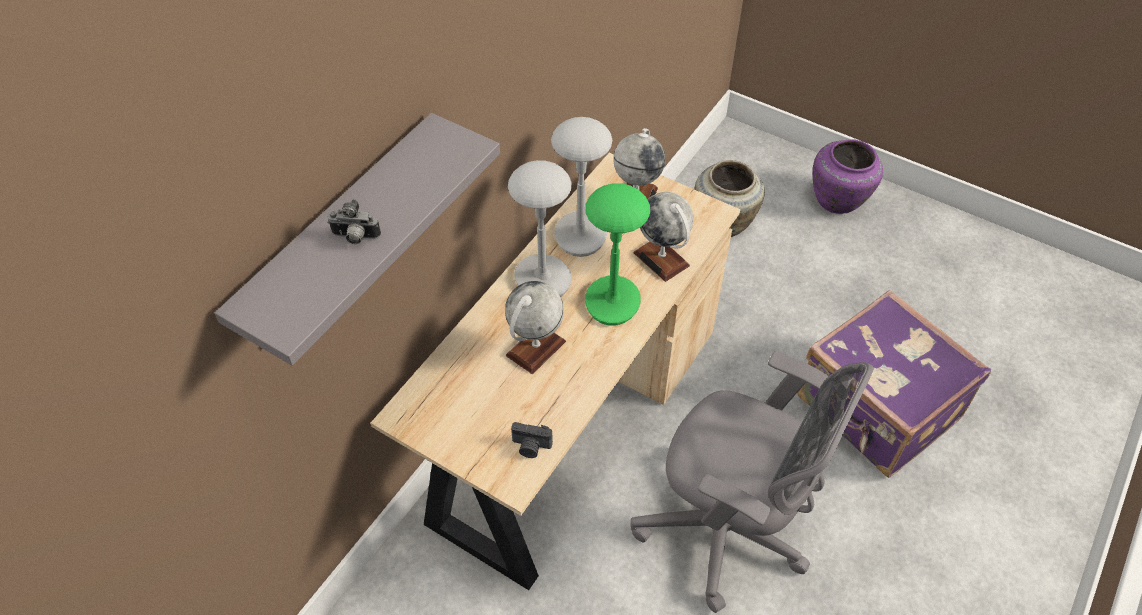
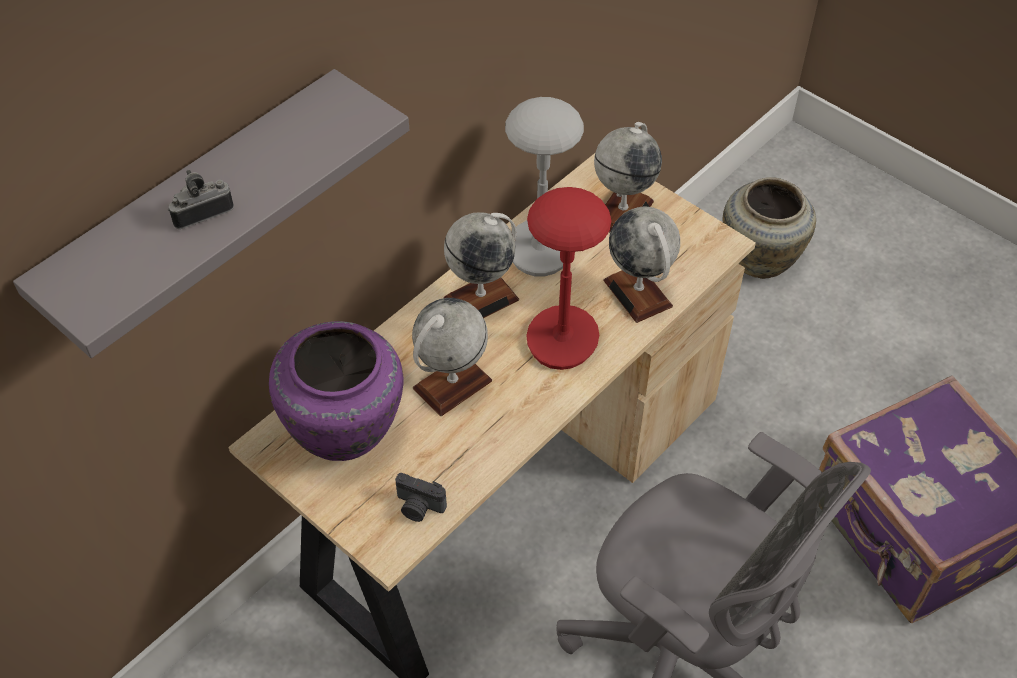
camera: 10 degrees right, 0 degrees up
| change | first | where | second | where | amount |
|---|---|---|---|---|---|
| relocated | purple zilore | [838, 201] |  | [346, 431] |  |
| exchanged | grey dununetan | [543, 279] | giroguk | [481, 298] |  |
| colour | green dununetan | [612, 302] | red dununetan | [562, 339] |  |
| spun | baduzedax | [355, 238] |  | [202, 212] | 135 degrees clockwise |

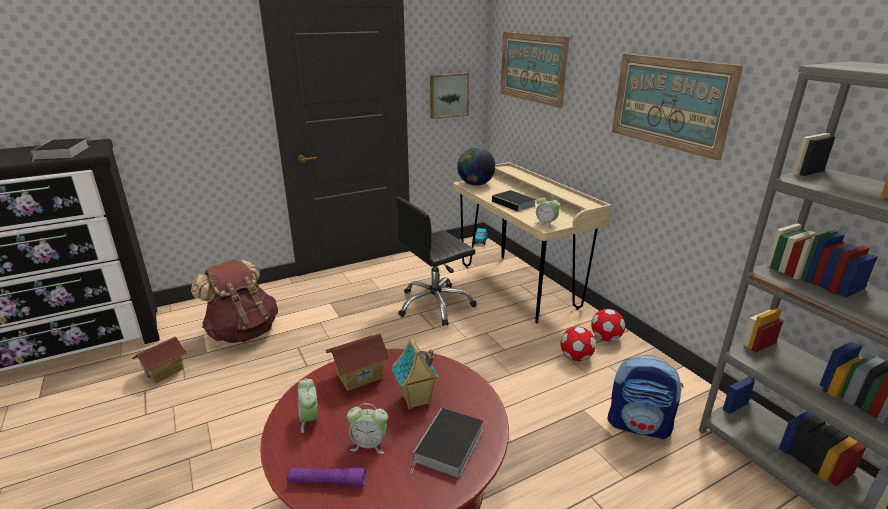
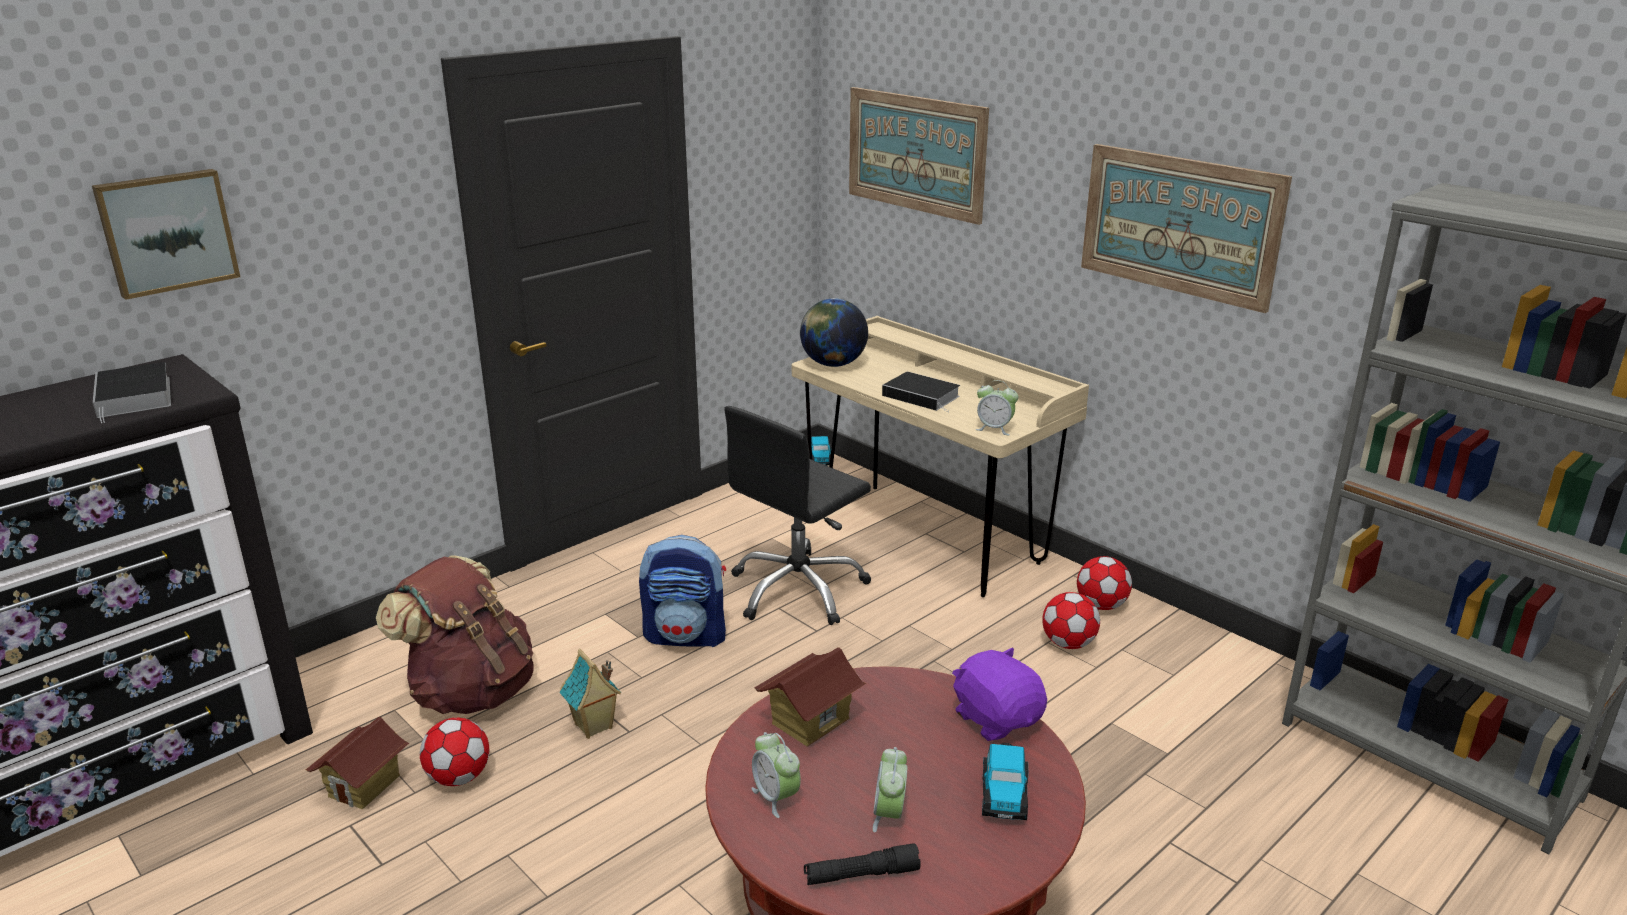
camera: 15 degrees left, 0 degrees up
| change | first | where | second | where | amount |
|---|---|---|---|---|---|
| relocated | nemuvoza | [448, 95] |  | [167, 232] |  |
| relocated | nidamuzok | [415, 400] |  | [594, 727] |  |
| relocated | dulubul | [639, 425] |  | [686, 636] |  |
| spun | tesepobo | [369, 444] |  | [889, 814] | 105 degrees clockwise |
| exchanged | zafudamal | [449, 447] | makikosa | [1004, 796] |  |
| colour | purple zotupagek | [327, 482] | black zotupagek | [861, 875] |  |
| appeared |  |  | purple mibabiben | [997, 719] |  |
| appeared |  |  | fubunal | [459, 777] |  |

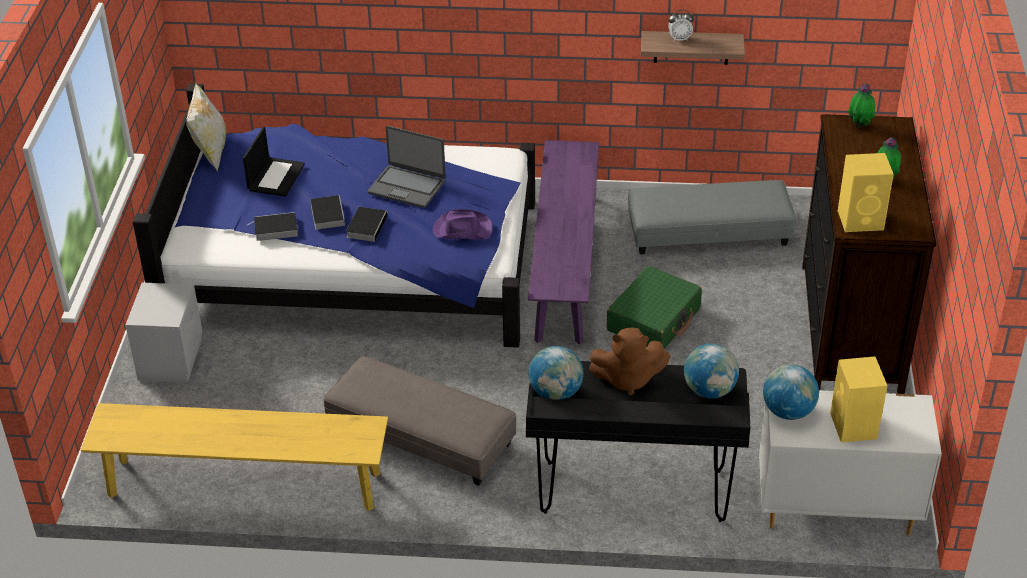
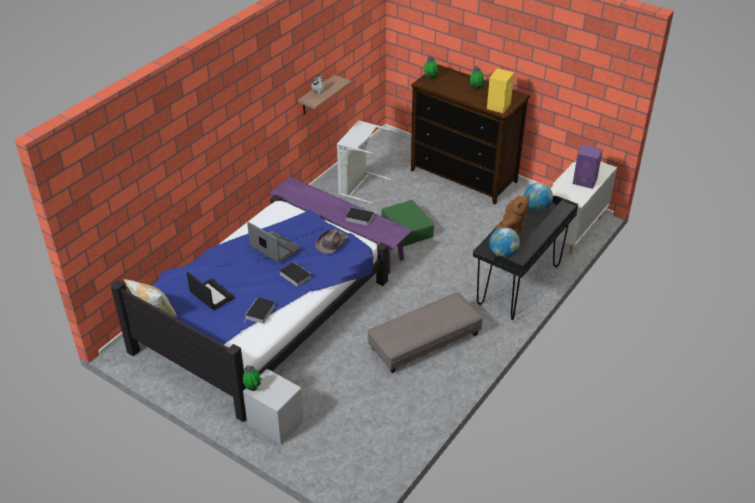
camera: 60 degrees left, 0 degrees up
| change | first | where | second | where | amount |
|---|---|---|---|---|---|
| spun | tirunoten | [407, 187] |  | [275, 248] | 105 degrees counterclockwise |
| exchanged | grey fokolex | [709, 232] | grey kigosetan | [360, 185] |  |
| relocated | zafudamal | [327, 214] |  | [358, 218] |  |
| colour | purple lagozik | [462, 229] | brown lagozik | [331, 243] |  |
| colour | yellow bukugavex | [853, 427] | purple bukugavex | [585, 181] |  |
| missing | giroguk | [788, 411] |  |  |  |
| missing | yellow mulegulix | [244, 484] |  |  |  |
| appeared |  |  | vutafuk | [252, 388] |  |

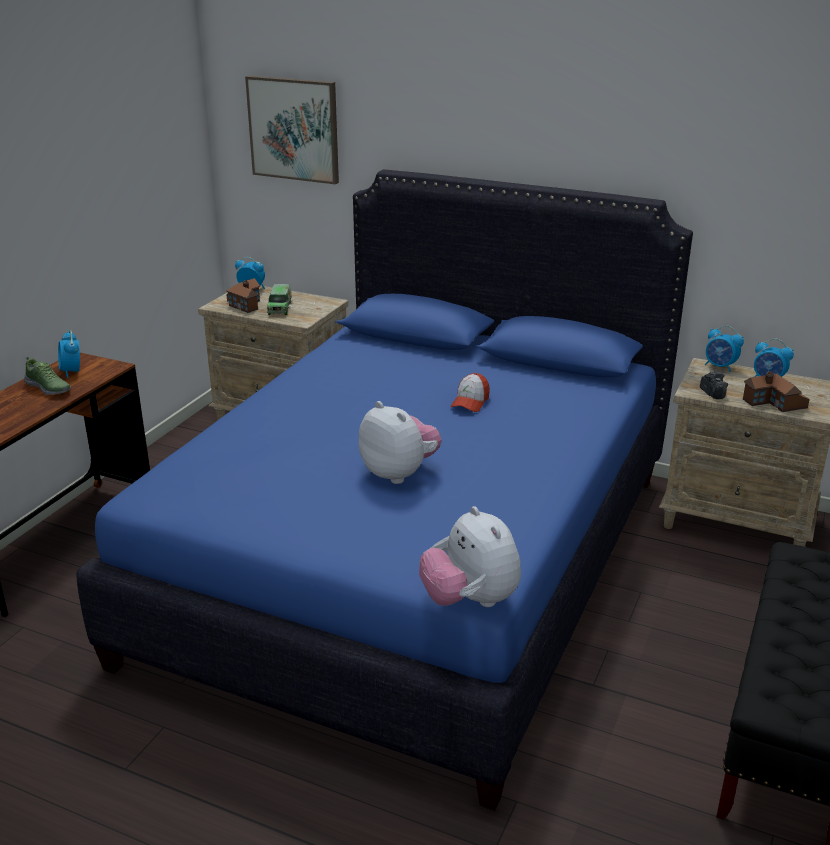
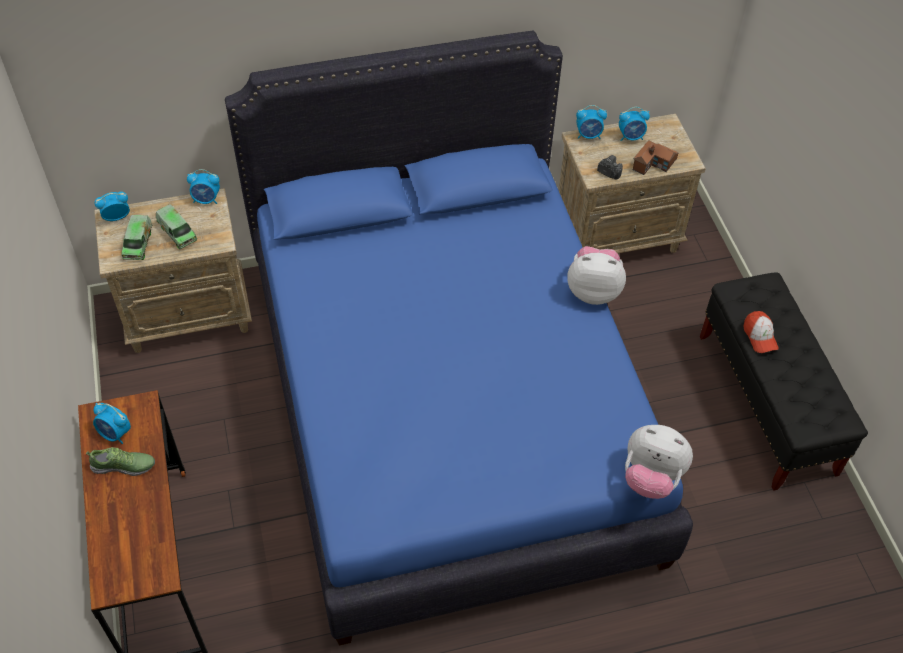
camera: 40 degrees left, 25 degrees up
| change | first | where | second | where | amount |
|---|---|---|---|---|---|
| missing | nemuvoza | [294, 129] |  |  |  |
| exchanged | nidamuzok | [245, 304] | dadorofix | [138, 244] |  |
| relocated | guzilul | [470, 402] |  | [759, 336] |  |
| relocated | mibabiben | [399, 473] |  | [593, 290] |  |
| appeared |  |  | tesepobo | [206, 200] |  |

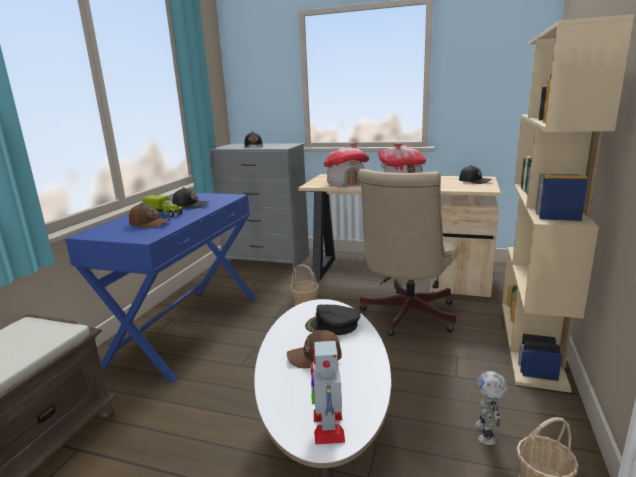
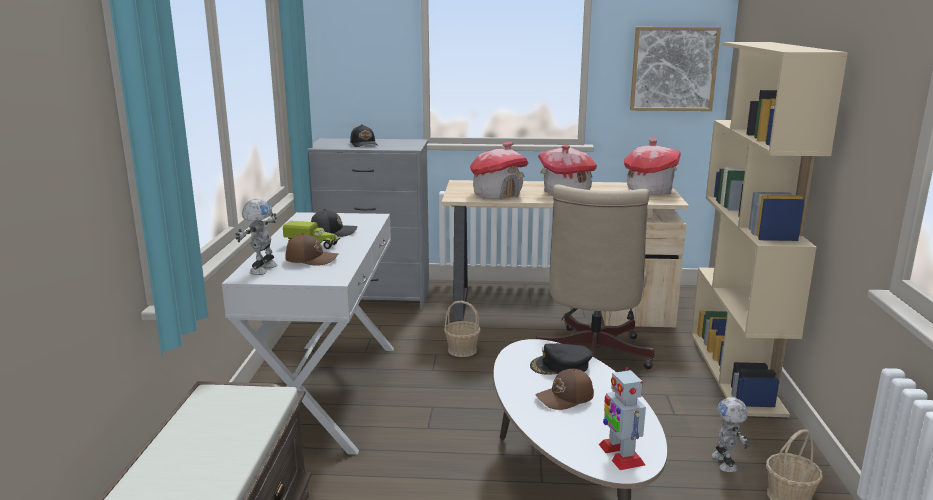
camera: 15 degrees left, 0 degrees up
| change | first | where | second | where | amount |
|---|---|---|---|---|---|
| exchanged | black guzilul | [474, 181] | nidamuzok | [650, 190] |  |
| colour | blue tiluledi | [187, 328] | white tiluledi | [327, 392] |  |
| appeared |  |  | nemuvoza | [673, 69] |  |
| appeared |  |  | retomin | [262, 269] |  |

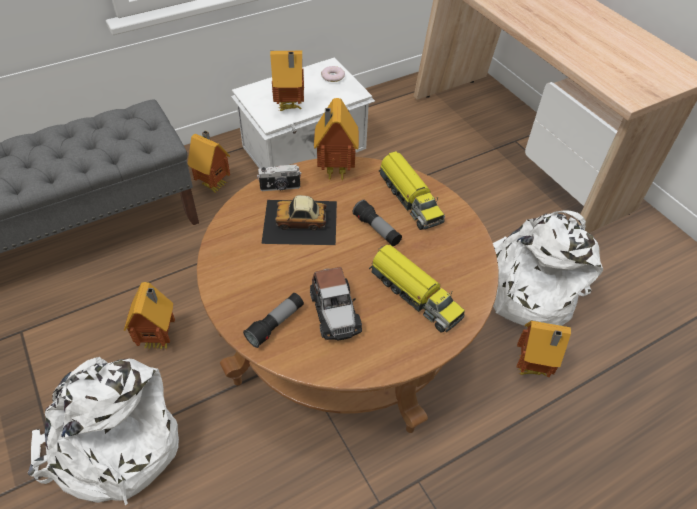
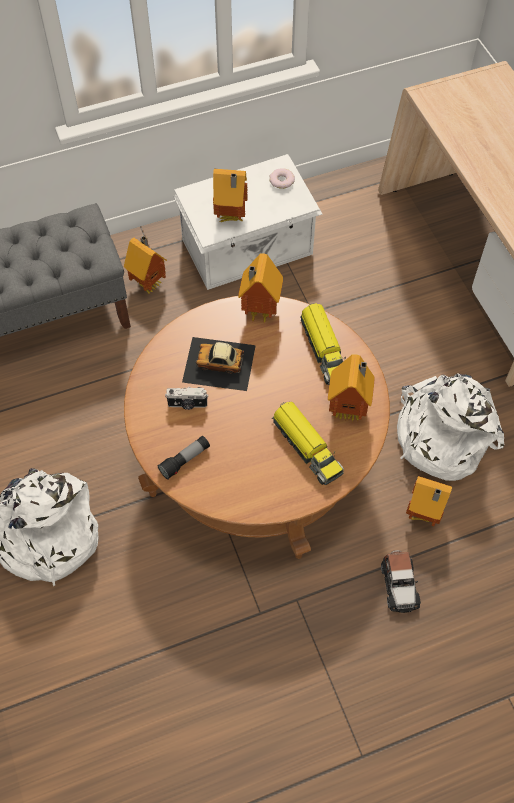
camera: 10 degrees right, 10 degrees up
| change | first | where | second | where | amount |
|---|---|---|---|---|---|
| relocated | baduzedax | [280, 187] |  | [187, 404] |  |
| missing | zotupagek | [377, 230] |  |  |  |
| relocated | makikosa | [335, 312] |  | [399, 585] |  |
| relocated | nidamuzok | [160, 339] |  | [349, 410] |  |

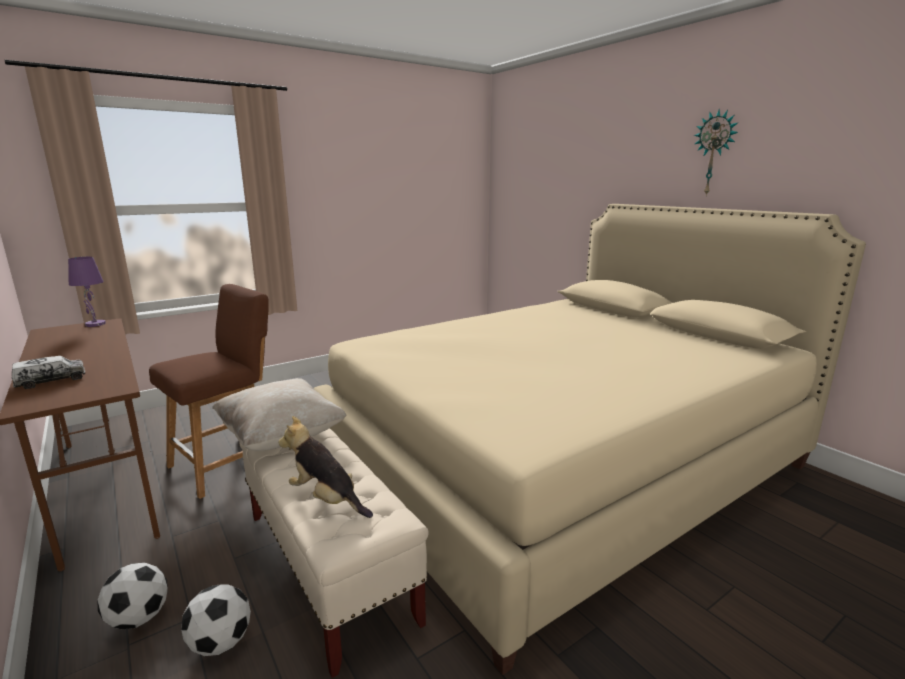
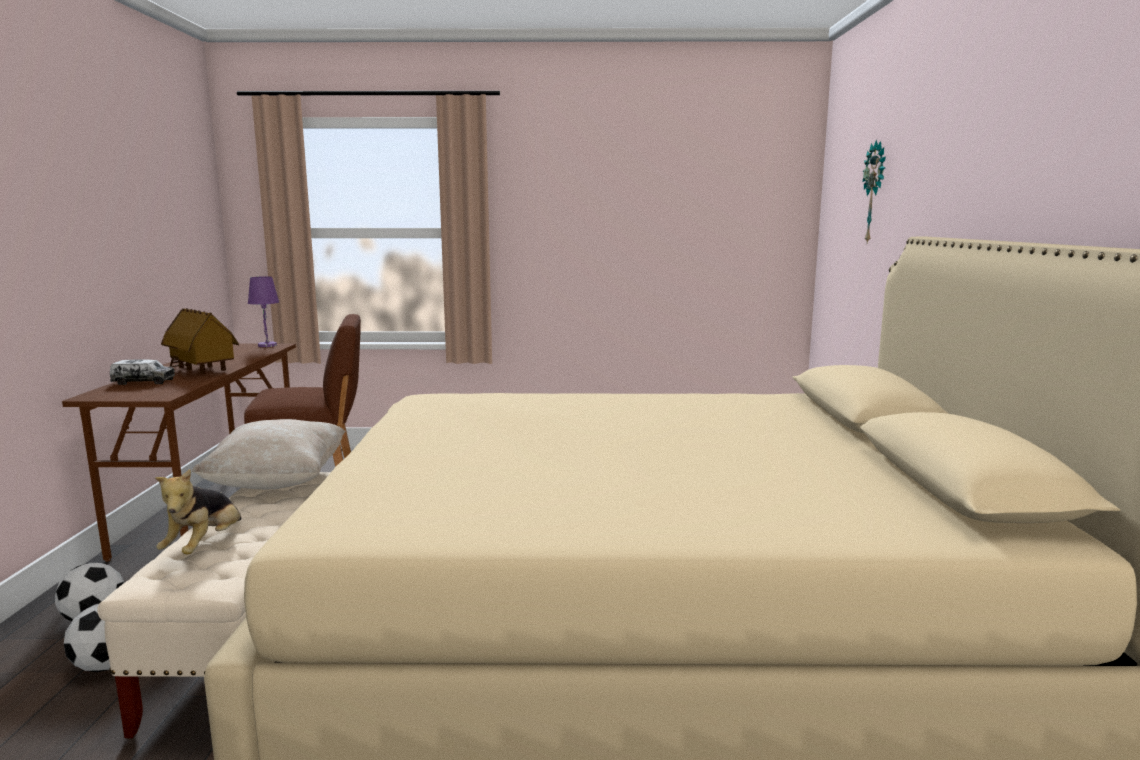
camera: 35 degrees right, 5 degrees down
| change | first | where | second | where | amount |
|---|---|---|---|---|---|
| relocated | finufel | [714, 153] |  | [876, 192] |  |
| spun | mibabiben | [326, 499] |  | [205, 546] | 150 degrees counterclockwise |
| appeared |  |  | nidamuzok | [202, 370] |  |

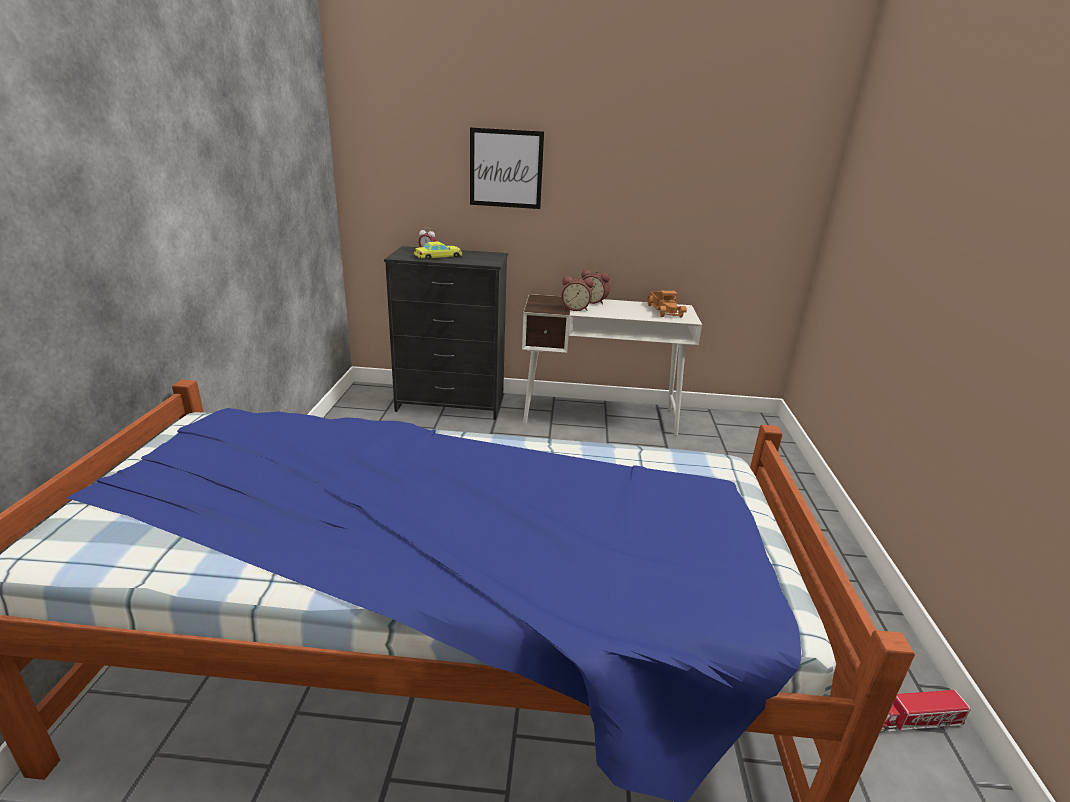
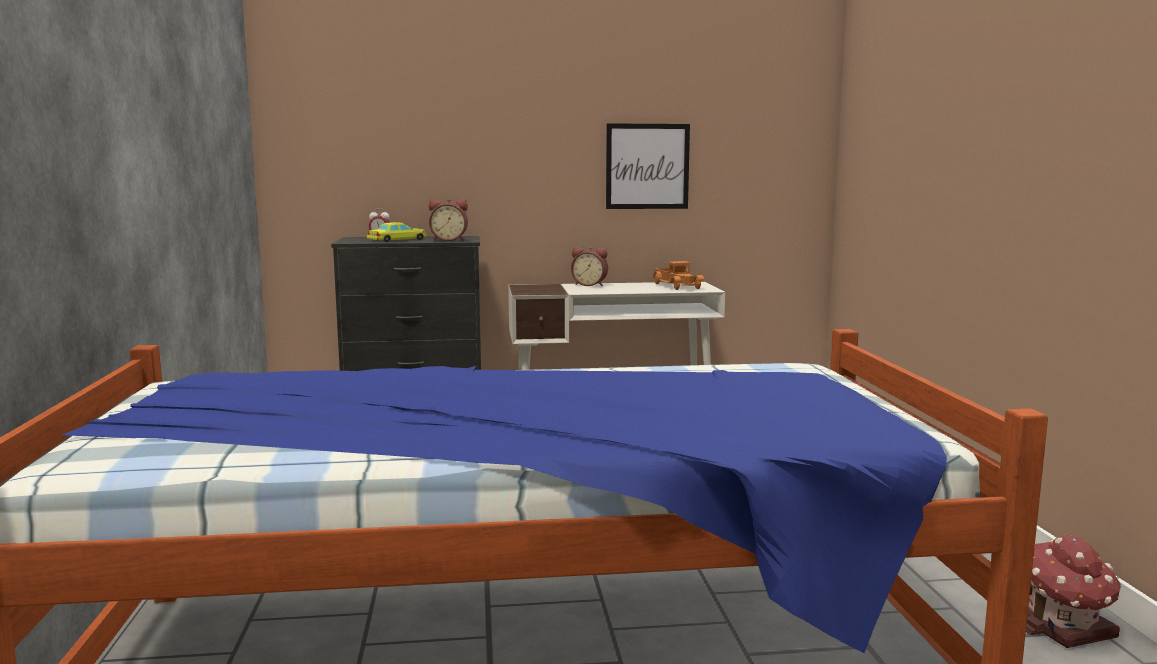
camera: 10 degrees left, 15 degrees down
| change | first | where | second | where | amount |
|---|---|---|---|---|---|
| relocated | nemuvoza | [506, 169] |  | [647, 166] |  |
| relocated | tesepobo | [576, 308] |  | [449, 240] |  |
| exchanged | dadorofix | [911, 720] | nidamuzok | [1064, 627] |  |

